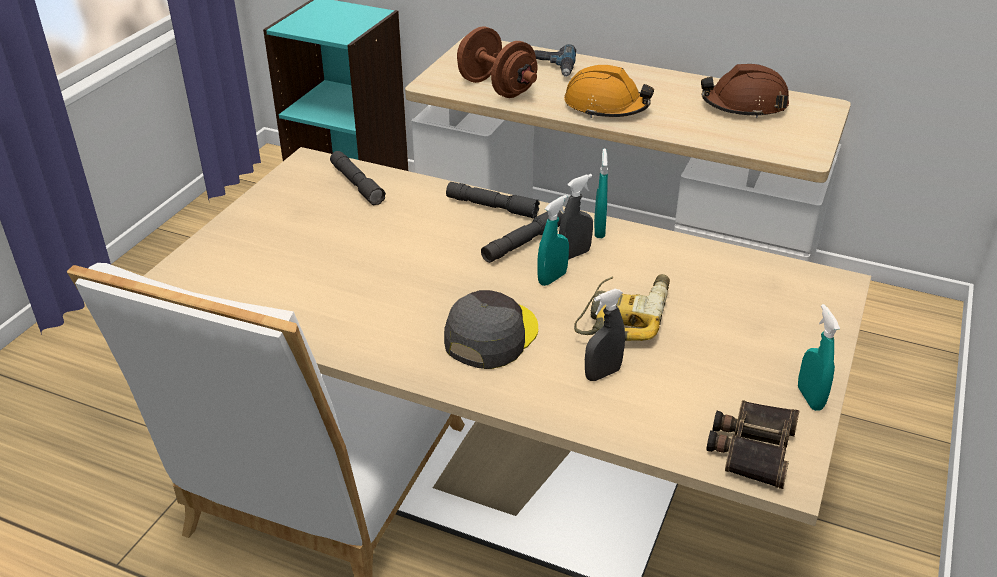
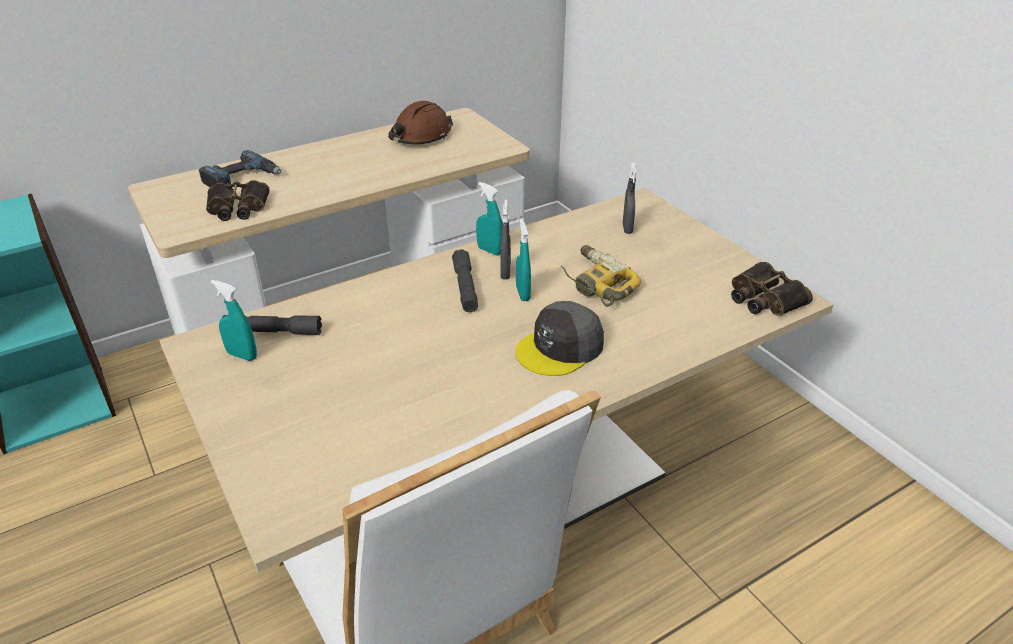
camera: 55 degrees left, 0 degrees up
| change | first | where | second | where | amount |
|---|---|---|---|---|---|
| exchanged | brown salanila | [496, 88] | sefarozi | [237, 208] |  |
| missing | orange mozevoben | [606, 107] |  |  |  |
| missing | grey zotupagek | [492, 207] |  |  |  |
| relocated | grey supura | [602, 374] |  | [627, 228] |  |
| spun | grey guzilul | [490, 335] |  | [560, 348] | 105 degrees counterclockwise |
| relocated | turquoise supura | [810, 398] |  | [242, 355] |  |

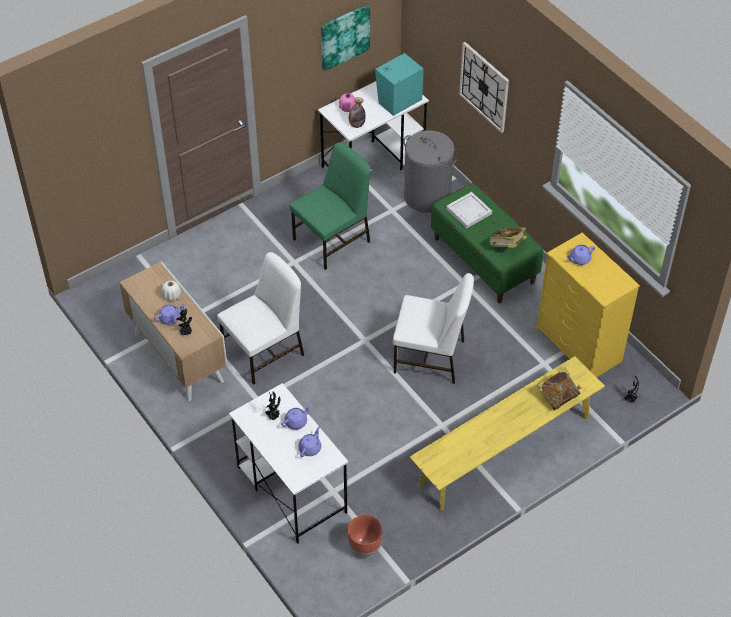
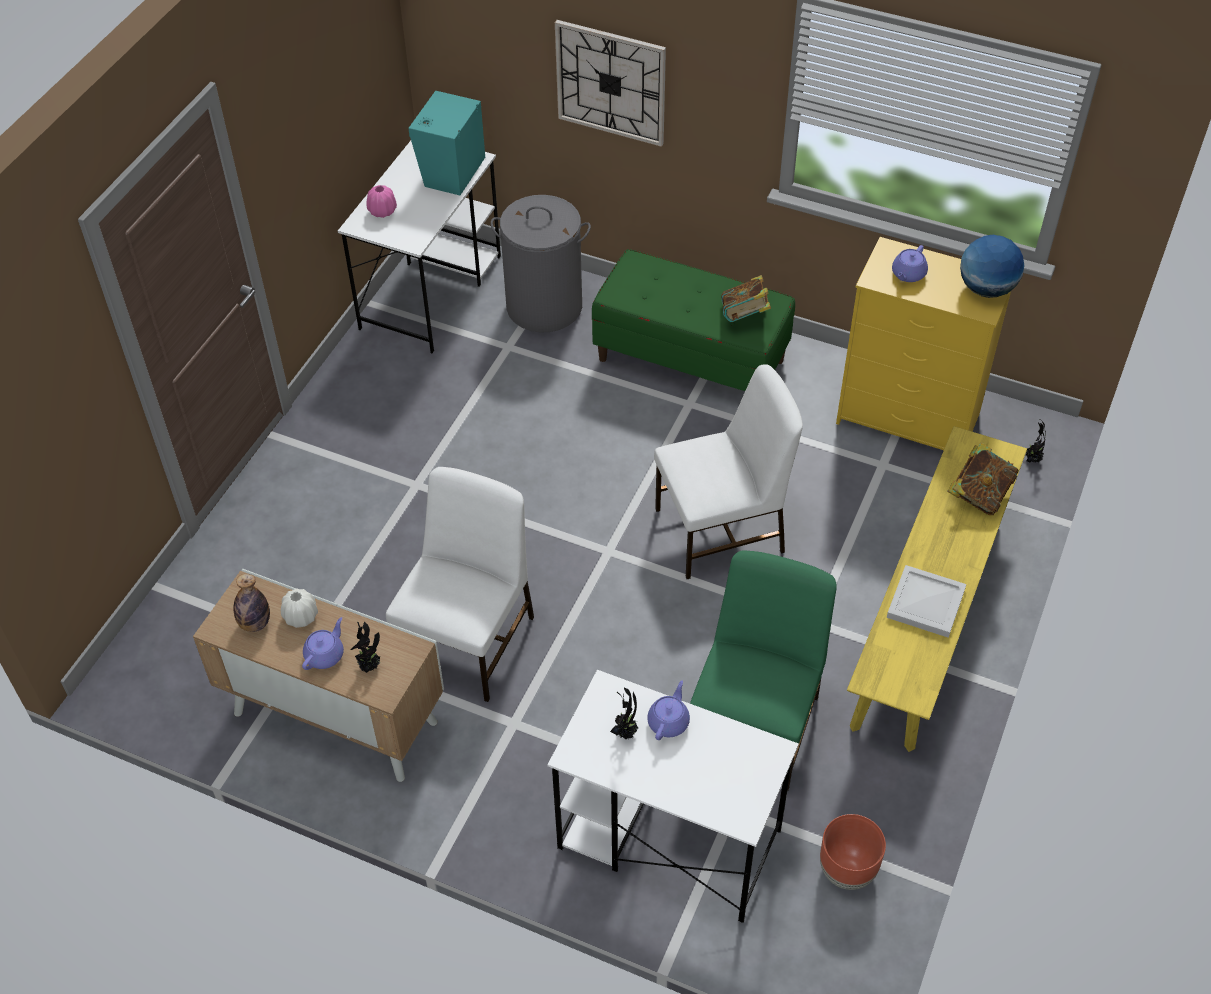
camera: 30 degrees left, 0 degrees up
| change | first | where | second | where | amount |
|---|---|---|---|---|---|
| missing | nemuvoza | [344, 36] |  |  |  |
| relocated | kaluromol | [356, 125] |  | [255, 623] |  |
| relocated | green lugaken | [333, 240] |  | [756, 726] |  |
| relocated | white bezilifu | [469, 211] |  | [927, 603] |  |
| missing | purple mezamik | [310, 448] |  |  |  |
| appeared |  |  | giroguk | [986, 288] |  |

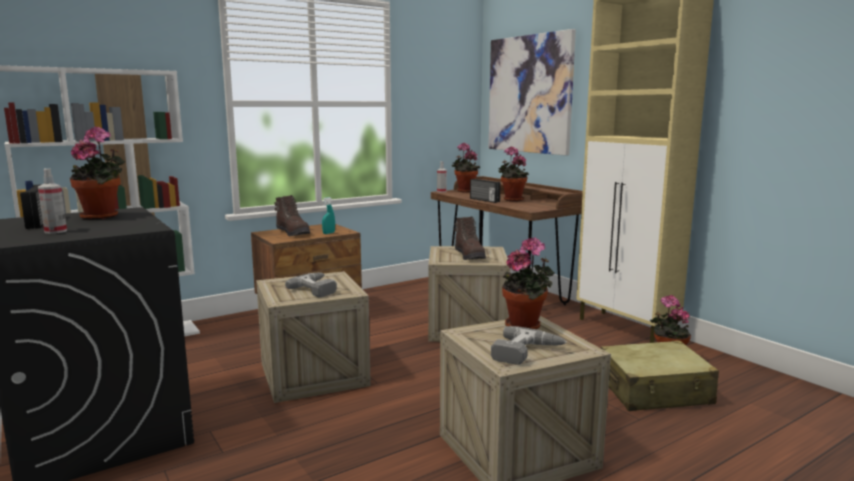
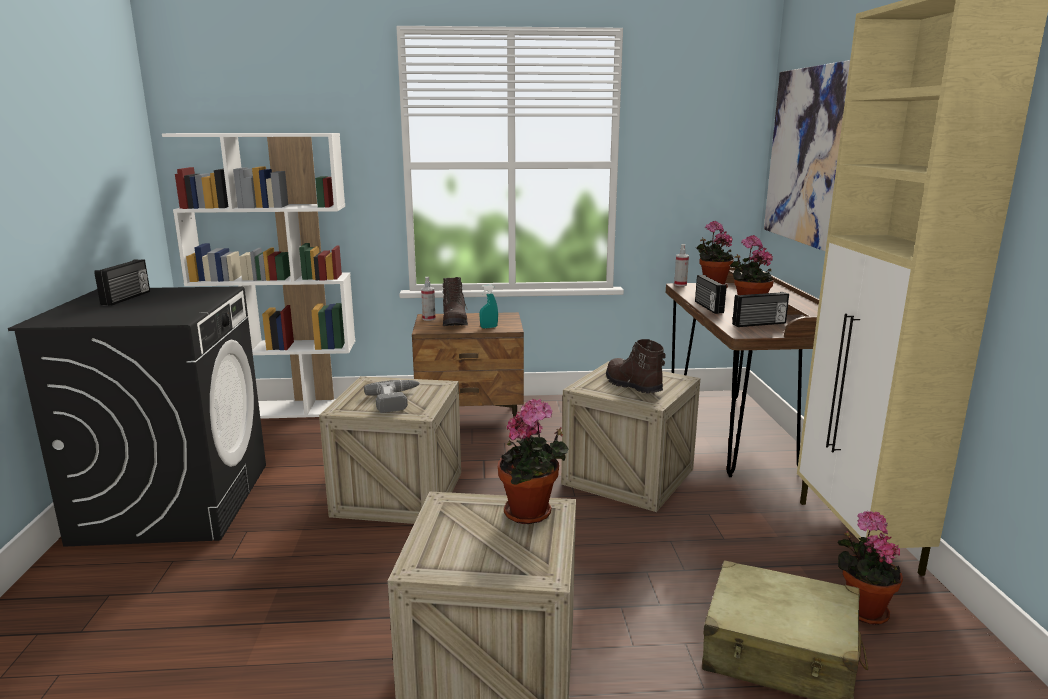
camera: 30 degrees right, 5 degrees up
| change | first | where | second | where | amount |
|---|---|---|---|---|---|
| missing | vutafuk | [103, 216] |  |  |  |
| relocated | supura | [55, 231] |  | [429, 319] |  |
| spun | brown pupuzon | [470, 256] |  | [632, 386] | 135 degrees clockwise |
| missing | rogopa | [527, 353] |  |  |  |
| appeared |  |  | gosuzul | [759, 324] |  |

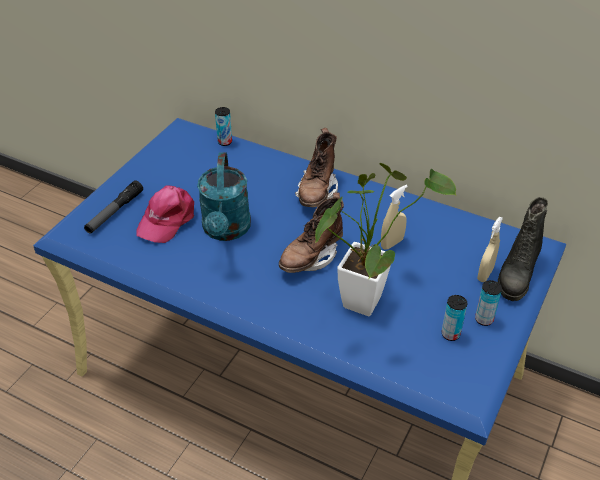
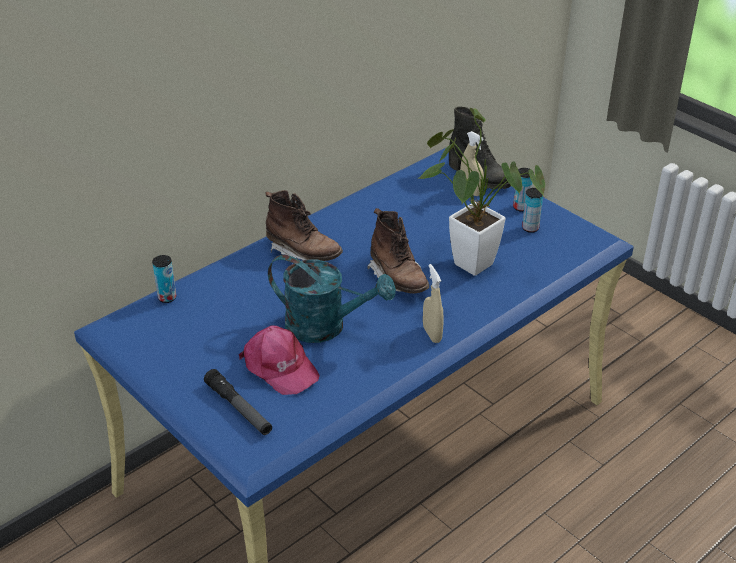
camera: 70 degrees left, 5 degrees down
| change | first | where | second | where | amount |
|---|---|---|---|---|---|
| relocated | beige supura | [392, 243] |  | [432, 334] |  |

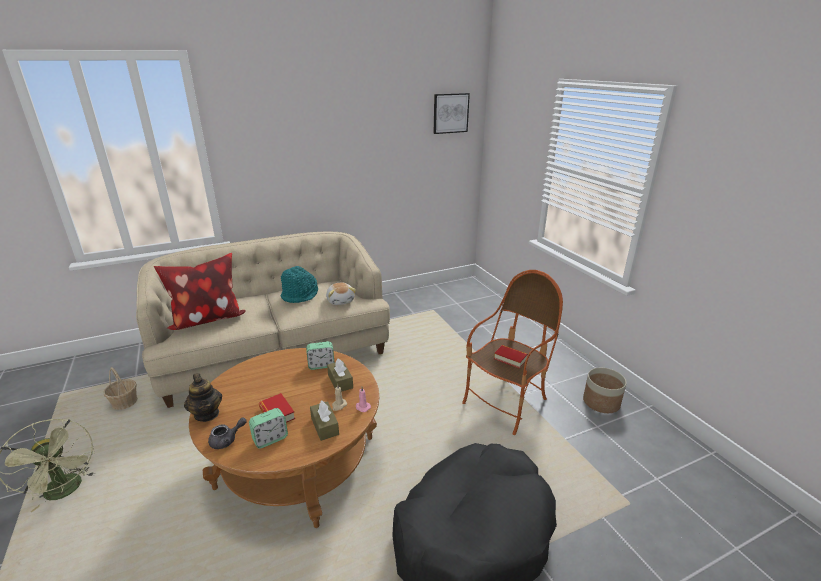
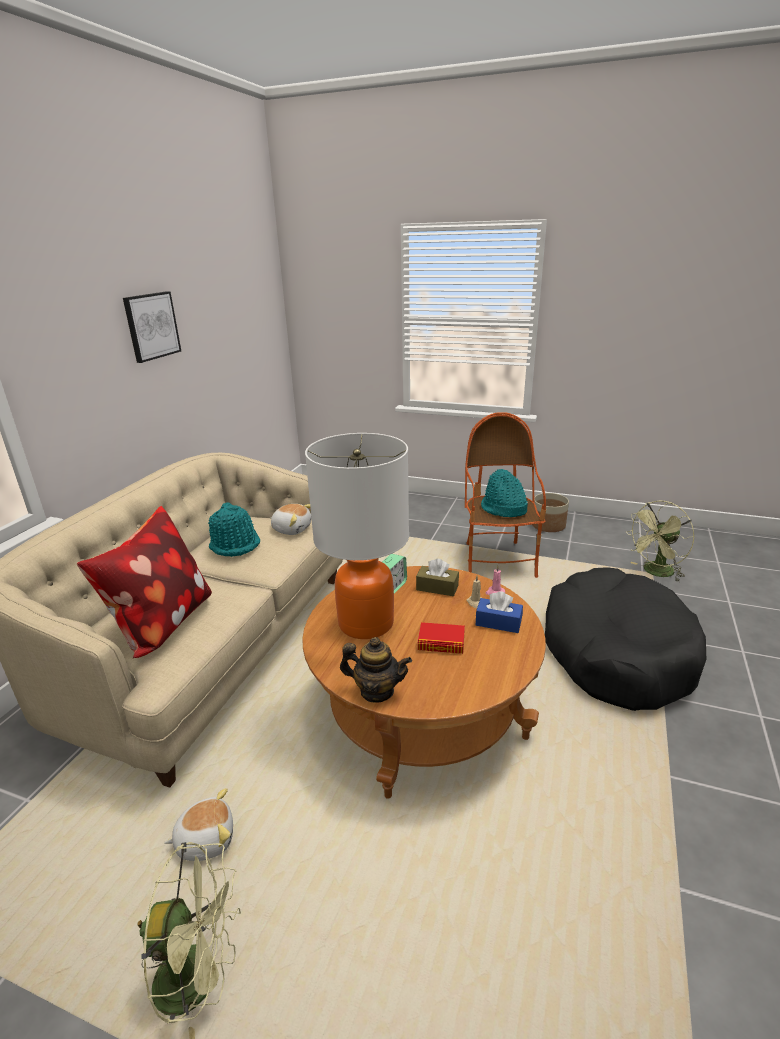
camera: 45 degrees left, 0 degrees up
| change | first | where | second | where | amount |
|---|---|---|---|---|---|
| relocated | nemuvoza | [450, 113] |  | [151, 326] |  |
| exchanged | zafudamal | [510, 359] | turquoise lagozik | [503, 509] |  |
| missing | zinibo | [125, 402] |  |  |  |
| colour | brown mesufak | [324, 426] | blue mesufak | [498, 622] |  |
| missing | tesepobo | [270, 439] |  |  |  |
| missing | grey mezamik | [227, 440] |  |  |  |
| appeared |  |  | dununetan | [366, 623] |  |
| appeared |  |  | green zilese | [655, 573] |  |
| appeared |  |  | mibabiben | [205, 839] |  |

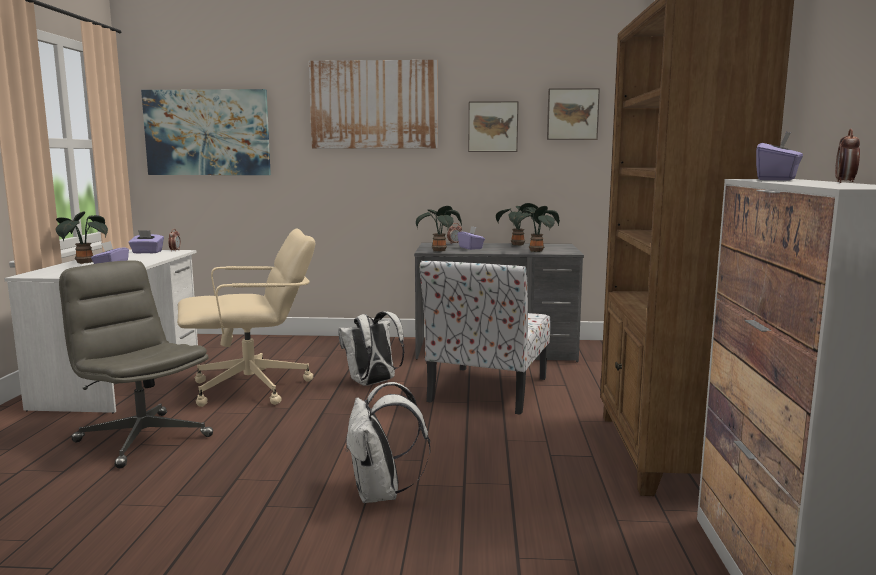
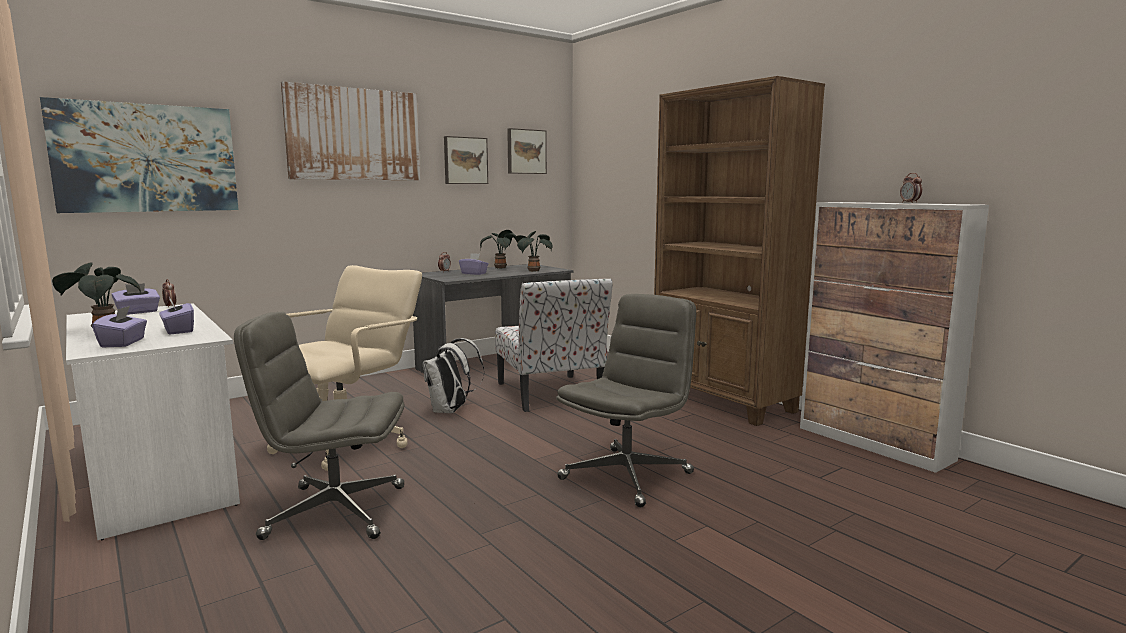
camera: 40 degrees left, 0 degrees up
| change | first | where | second | where | amount |
|---|---|---|---|---|---|
| relocated | purple mesufak | [777, 179] |  | [123, 343] |  |
| missing | vutafuk | [439, 251] |  |  |  |
| exchanged | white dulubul | [381, 494] | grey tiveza | [627, 475] |  |

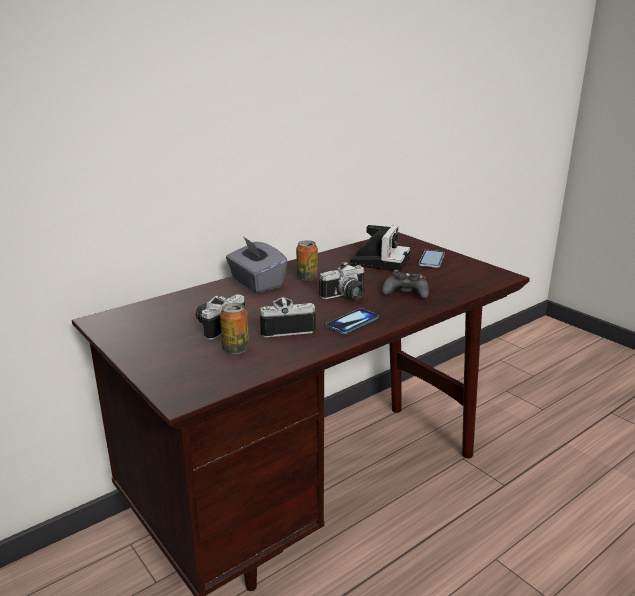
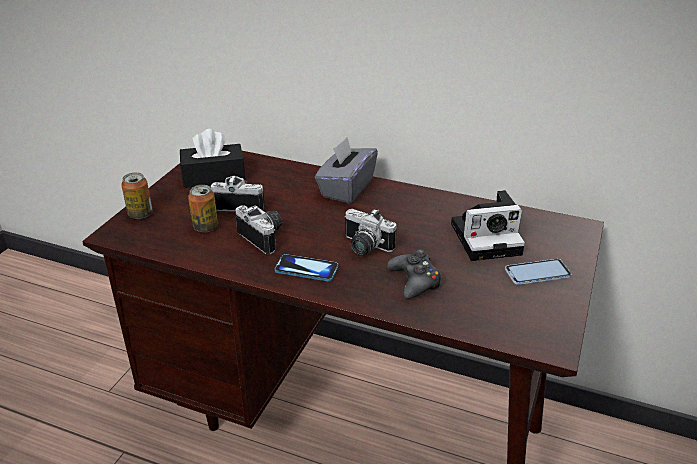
camera: 60 degrees right, 10 degrees up
| change | first | where | second | where | amount |
|---|---|---|---|---|---|
| relocated | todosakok | [307, 277] |  | [140, 214] |  |
| appeared |  |  | black mesufak | [213, 177] |  |

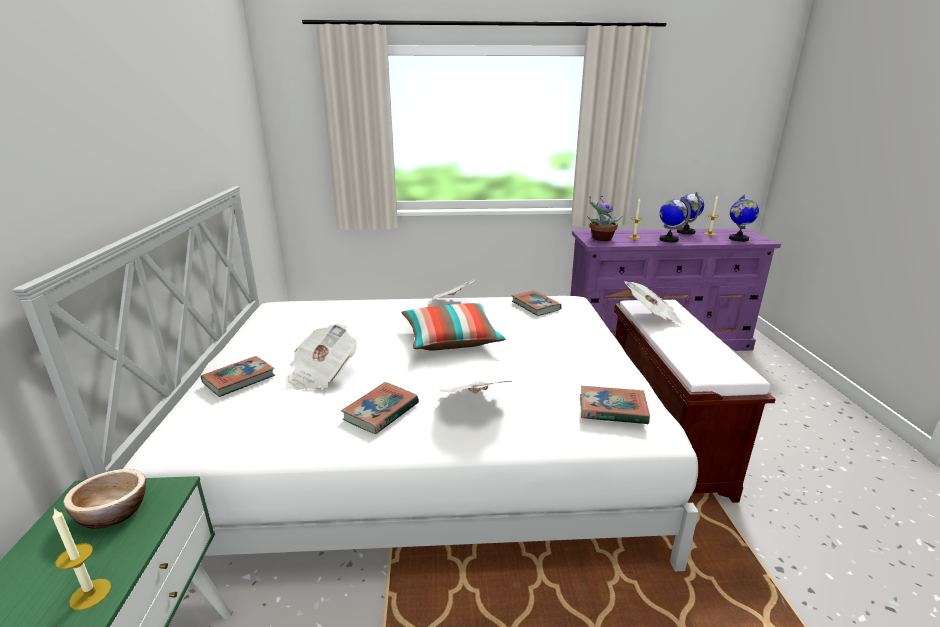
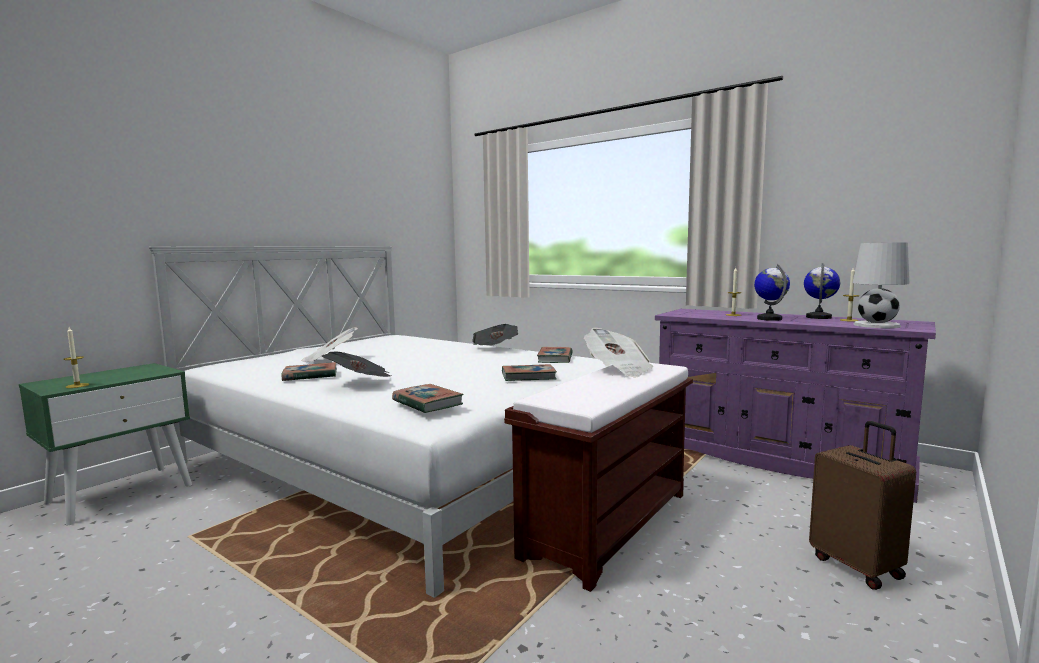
camera: 40 degrees right, 15 degrees down
| change | first | where | second | where | amount |
|---|---|---|---|---|---|
| exchanged | giroguk | [738, 239] | white dununetan | [877, 325] |  |
| missing | vutafuk | [600, 239] |  |  |  |
| missing | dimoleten | [451, 339] |  |  |  |
| relocated | zafudamal | [239, 379] |  | [528, 376] |  |
| missing | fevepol | [113, 513] |  |  |  |
| appeared |  |  | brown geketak | [857, 566] |  |

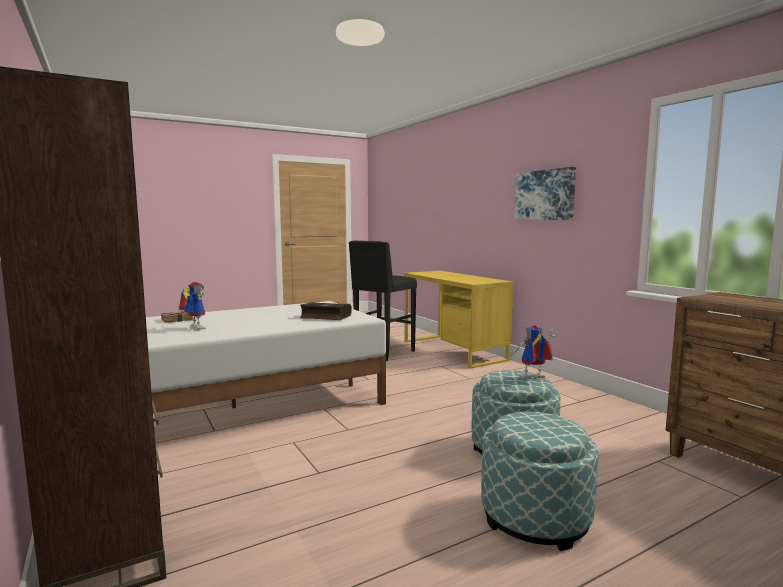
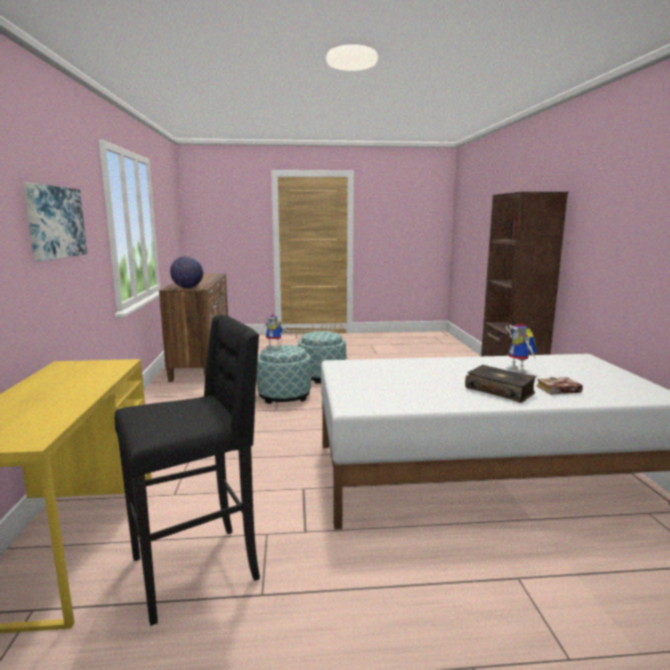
camera: 155 degrees left, 5 degrees up
| change | first | where | second | where | amount |
|---|---|---|---|---|---|
| relocated | zafudamal | [325, 317] |  | [500, 391] |  |
| appeared |  |  | giroguk | [187, 287] |  |

